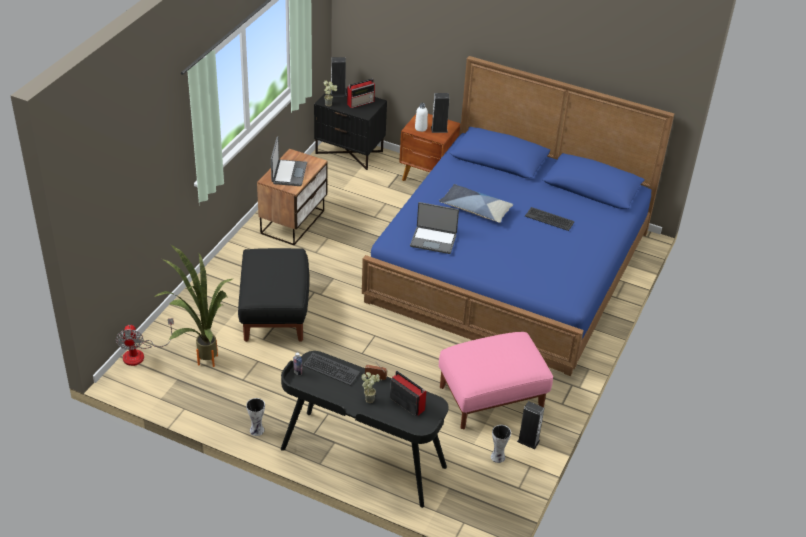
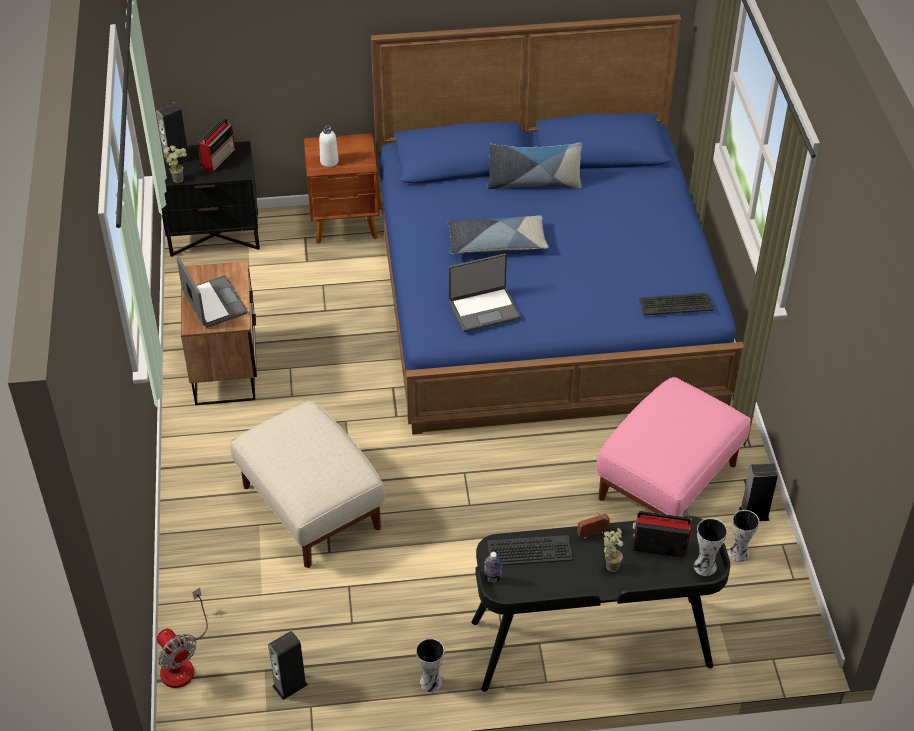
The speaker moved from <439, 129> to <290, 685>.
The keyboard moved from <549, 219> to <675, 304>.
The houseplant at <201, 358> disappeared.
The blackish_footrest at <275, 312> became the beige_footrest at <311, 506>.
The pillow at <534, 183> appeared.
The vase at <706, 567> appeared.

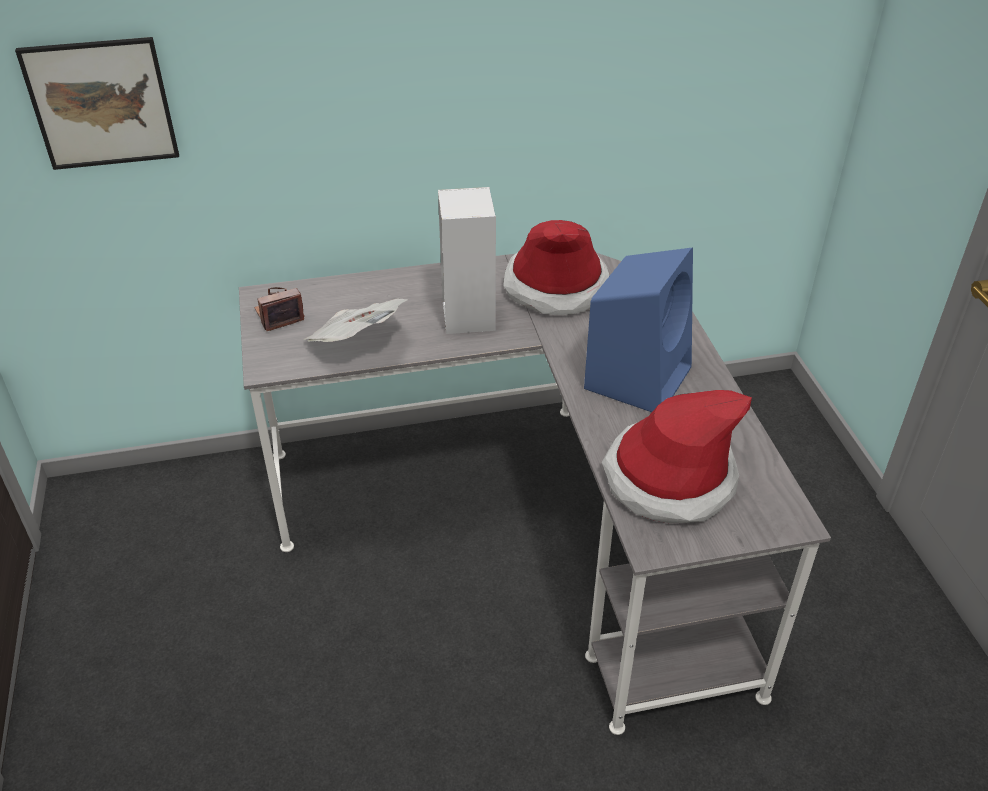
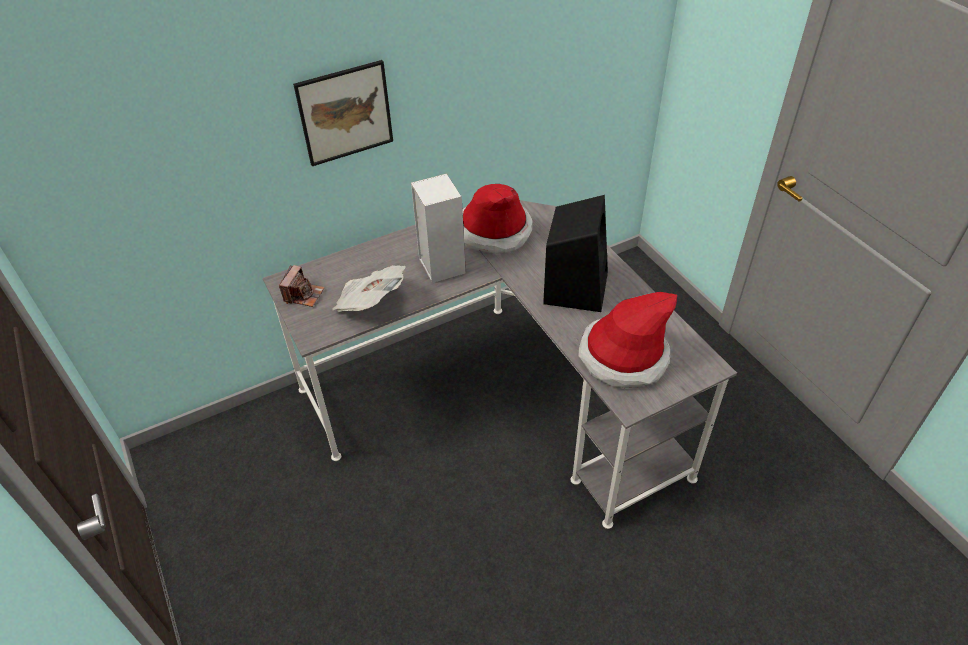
The wall_art moved from <101, 103> to <345, 113>.
The blue-coloured_speaker at <638, 376> became the blackish_speaker at <575, 286>.
The photo_camera at <279, 316> turned 150 degrees clockwise.

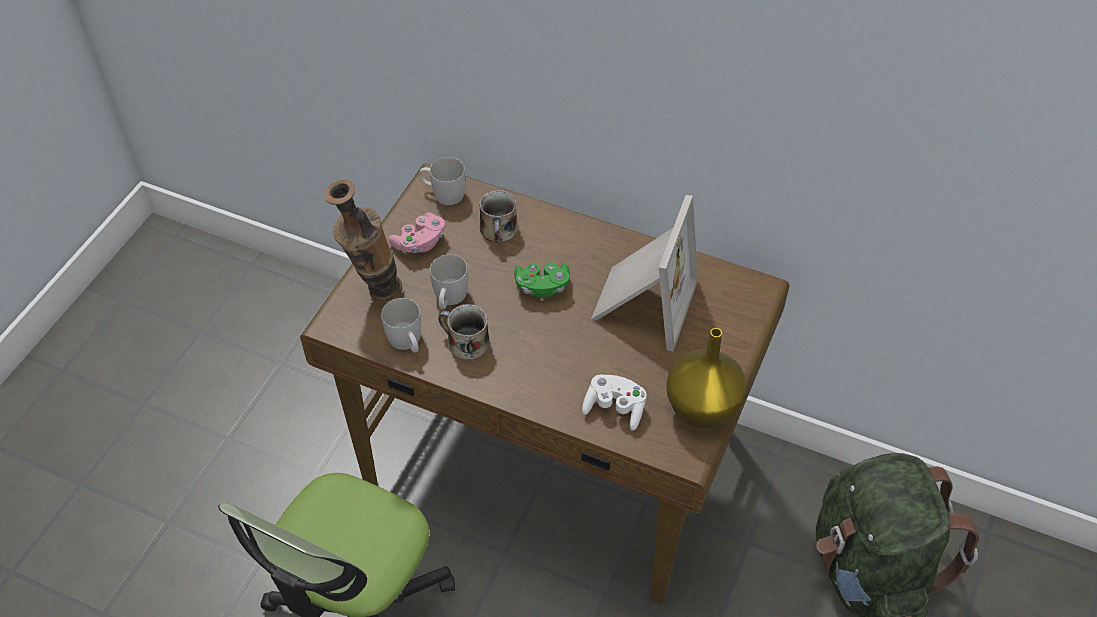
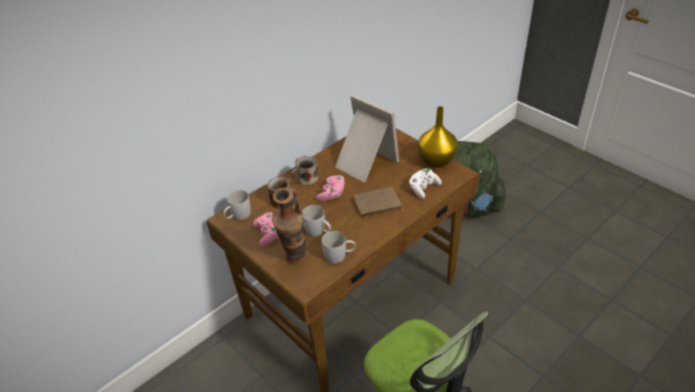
The green_joypad at <542, 287> became the pink-coloured_joypad at <332, 194>.
The mug moved from <466, 343> to <306, 179>.
The brown-coloured_volume at <377, 205> appeared.

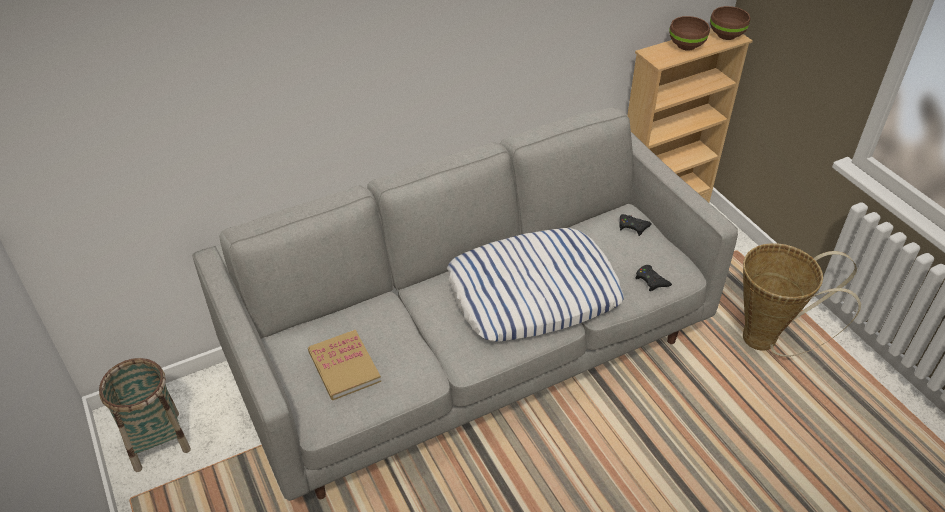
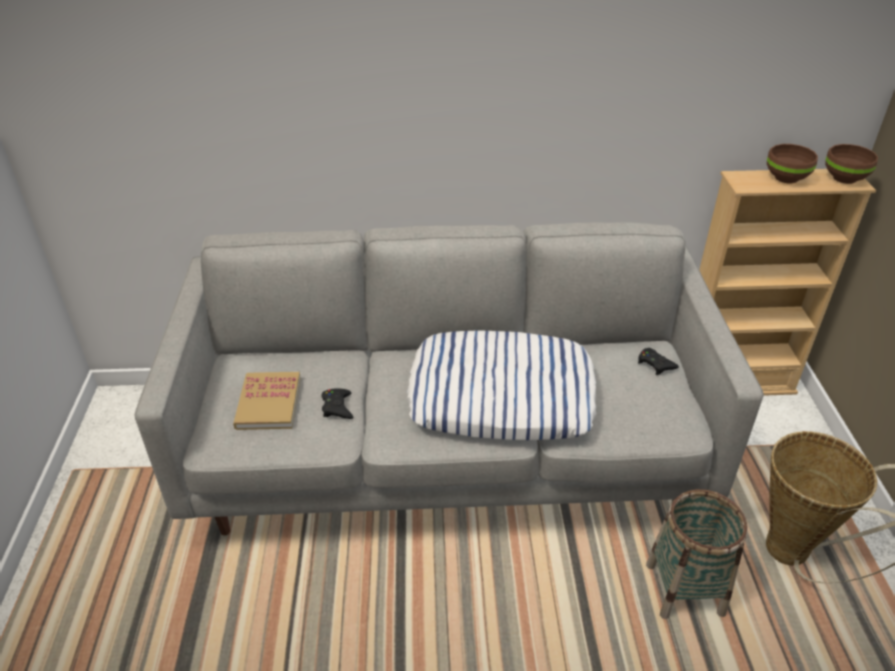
The blackish_joypad moved from <651, 280> to <337, 407>.
The storage_basket moved from <157, 441> to <684, 589>.

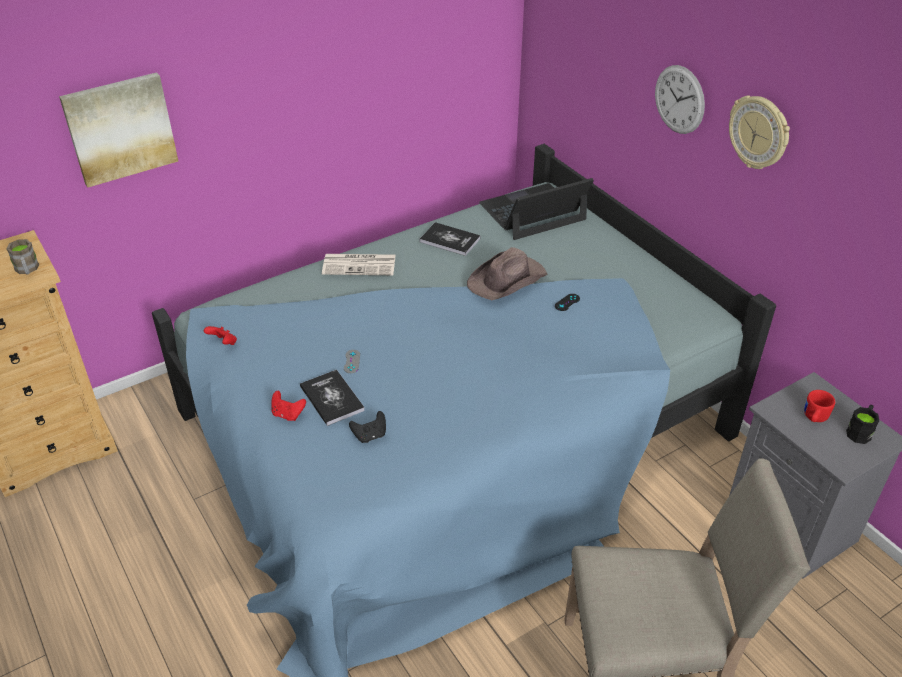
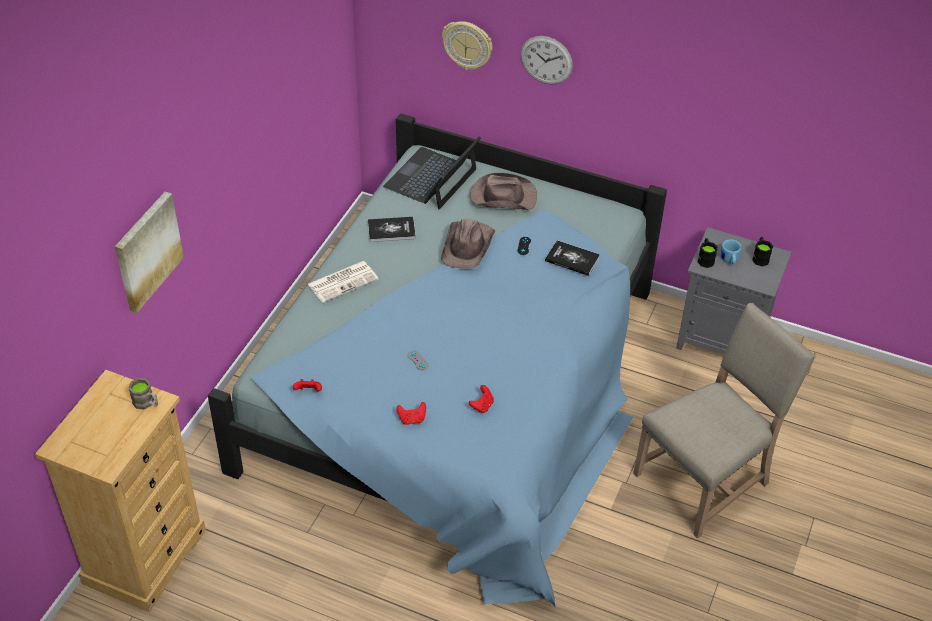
The wall_clock moved from <759, 133> to <467, 45>.
The volume moved from <332, 398> to <572, 259>.
The red-coloured_mug at <813, 418> became the blue-coloured_mug at <729, 260>.
The blackish_joypad at <370, 436> became the red-coloured_joypad at <482, 406>.
The brown-coloured_wearable_hat at <502, 196> appeared.
The blackish_mug at <705, 259> appeared.

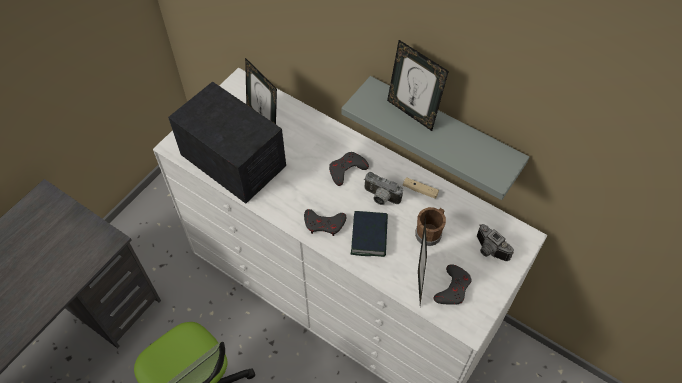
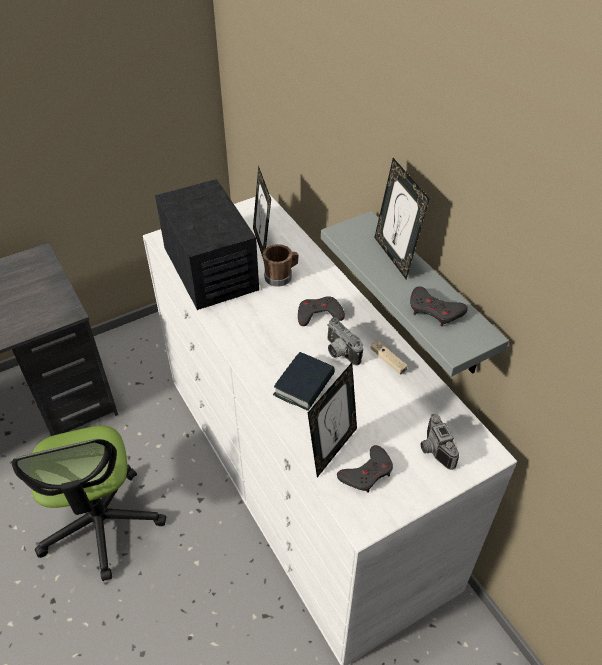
The brown-coloured_mug moved from <430, 232> to <281, 276>.
The greyish_joypad moved from <324, 224> to <435, 310>.

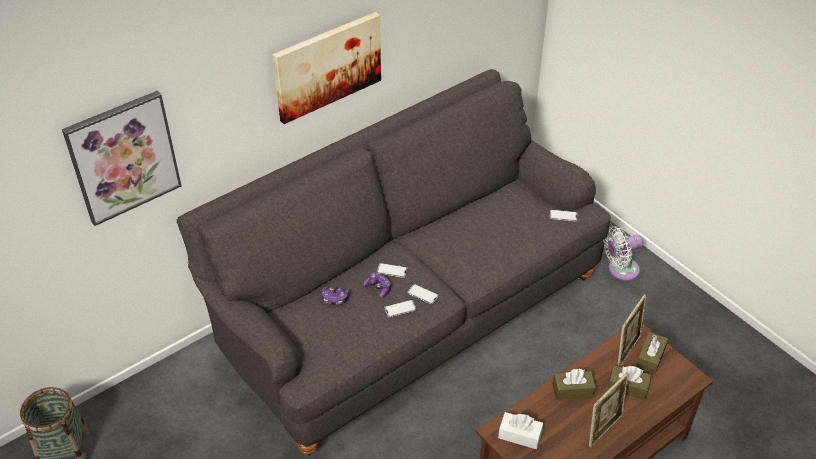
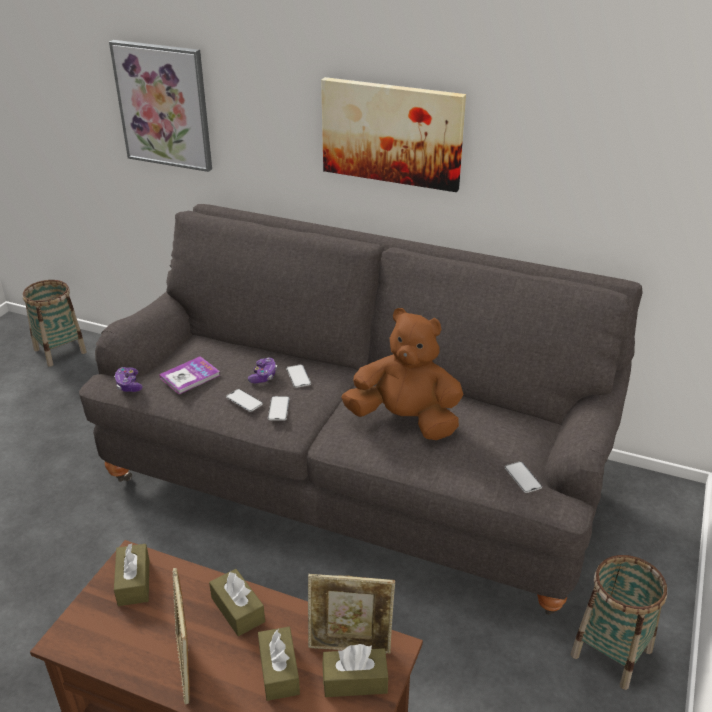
The whitish_electric_fan at <620, 270> was replaced by the storage_basket at <611, 653>.
The joypad moved from <335, 298> to <129, 385>.
The standing_frame at <604, 429> turned 60 degrees clockwise.
The whitish_box_of_tissues at <520, 435> became the brown-coloured_box_of_tissues at <134, 582>.
The brown-coloured_plush_toy at <405, 420> appeared.
The volume at <190, 376> appeared.

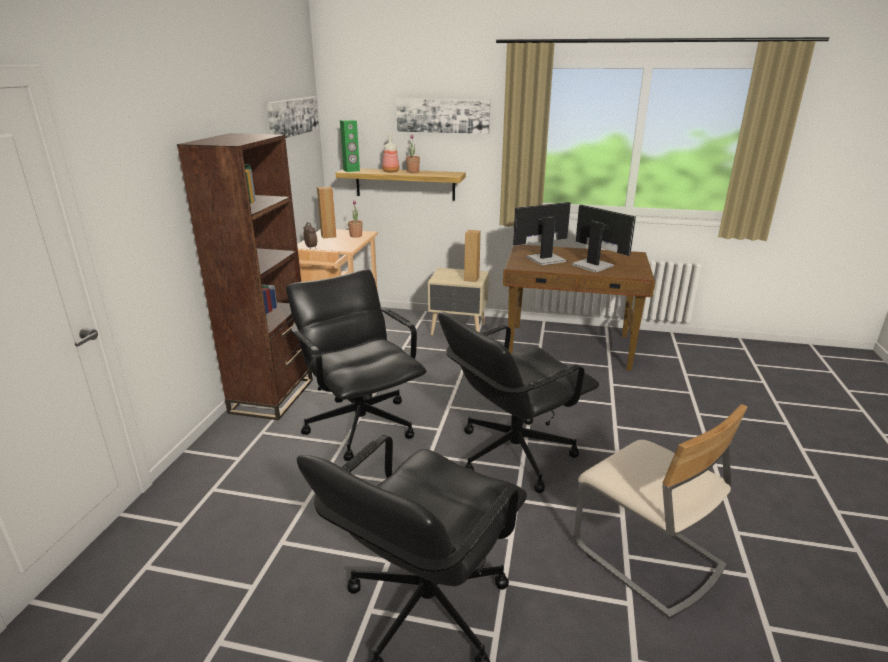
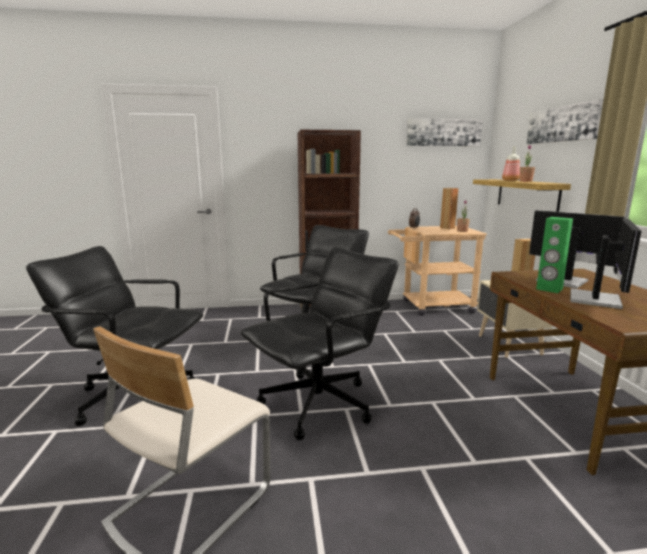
The green_speaker moved from <351, 170> to <549, 289>.
The blackish_office_chair at <512, 454> turned 105 degrees clockwise.

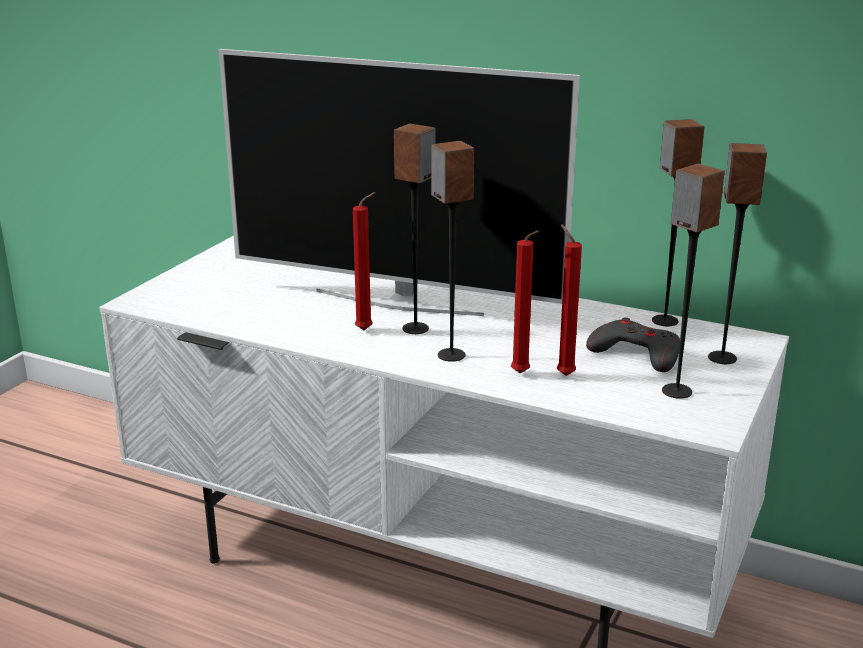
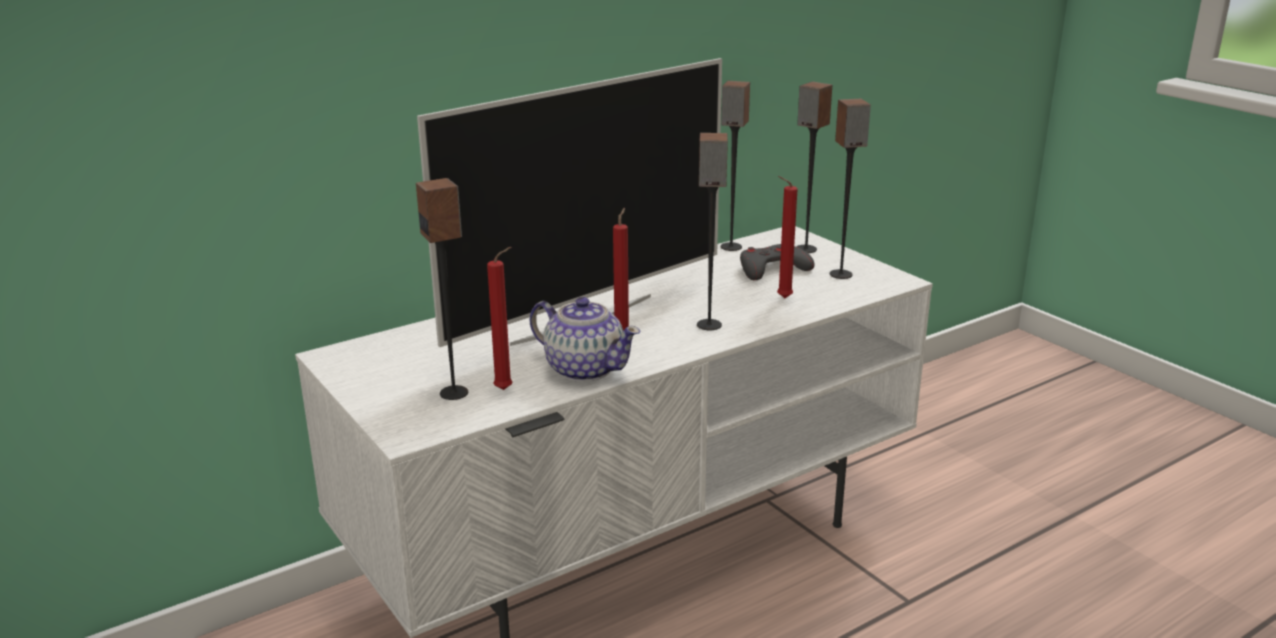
The speaker moved from <416, 329> to <454, 393>.
The red-coloured_wax_candle moved from <522, 374> to <506, 389>.
The tea_pot at <584, 369> appeared.

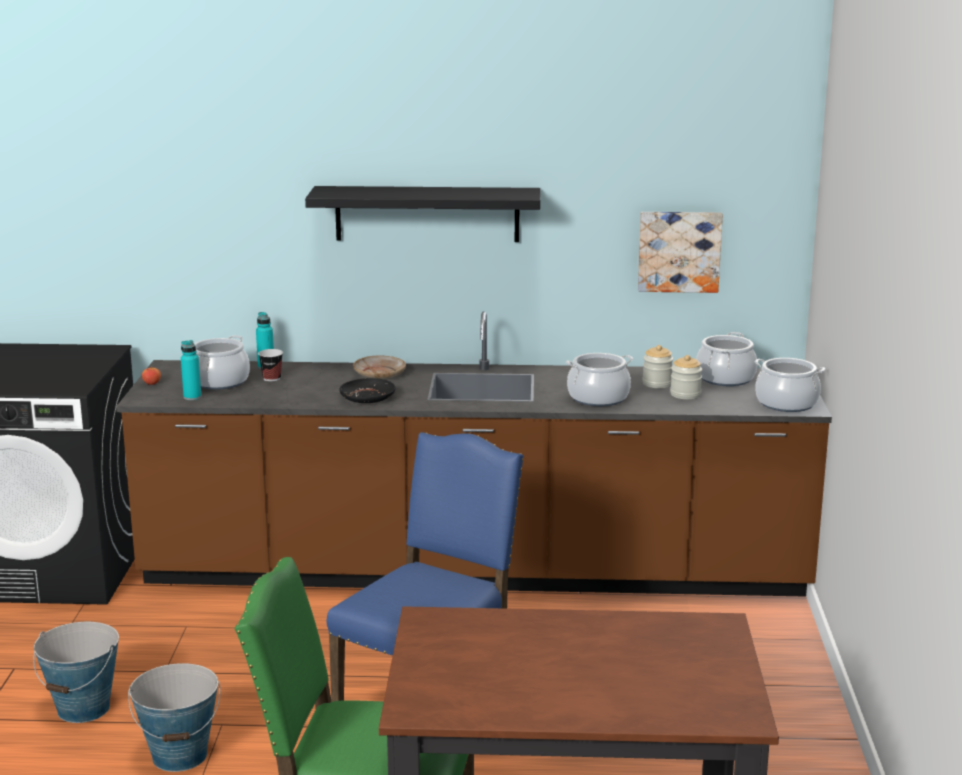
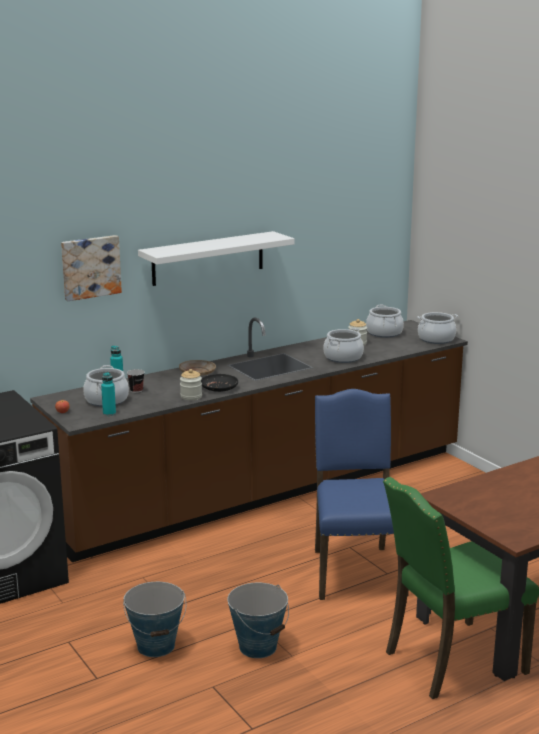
The blackish_shelf at <427, 213> became the whitish_shelf at <208, 258>.
The wall_art moved from <679, 251> to <90, 267>.
The storage_jar moved from <685, 394> to <191, 396>.

